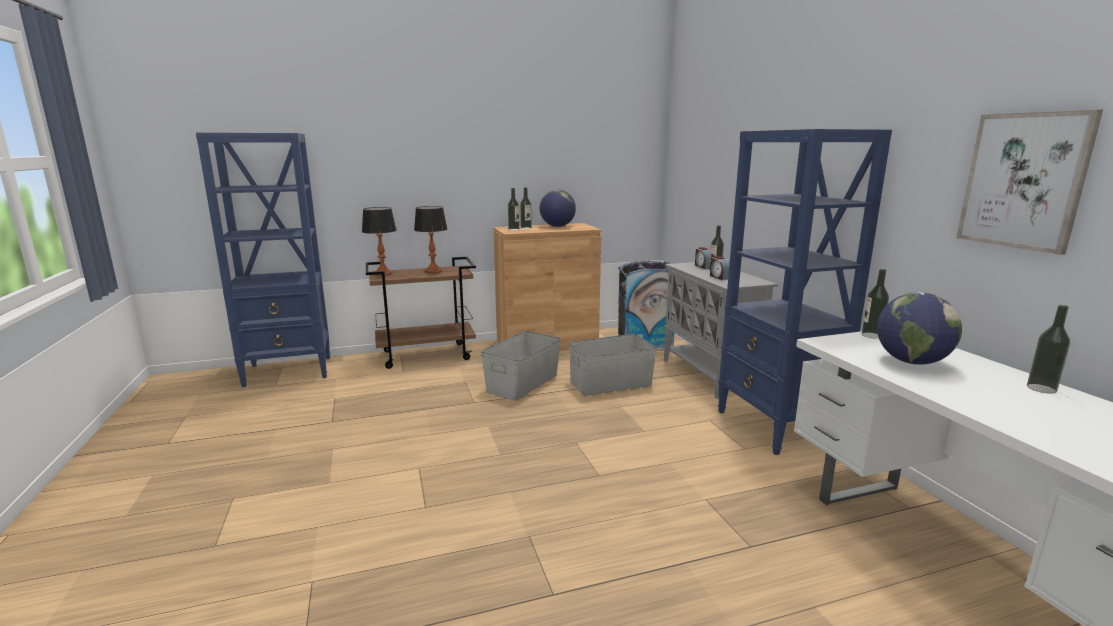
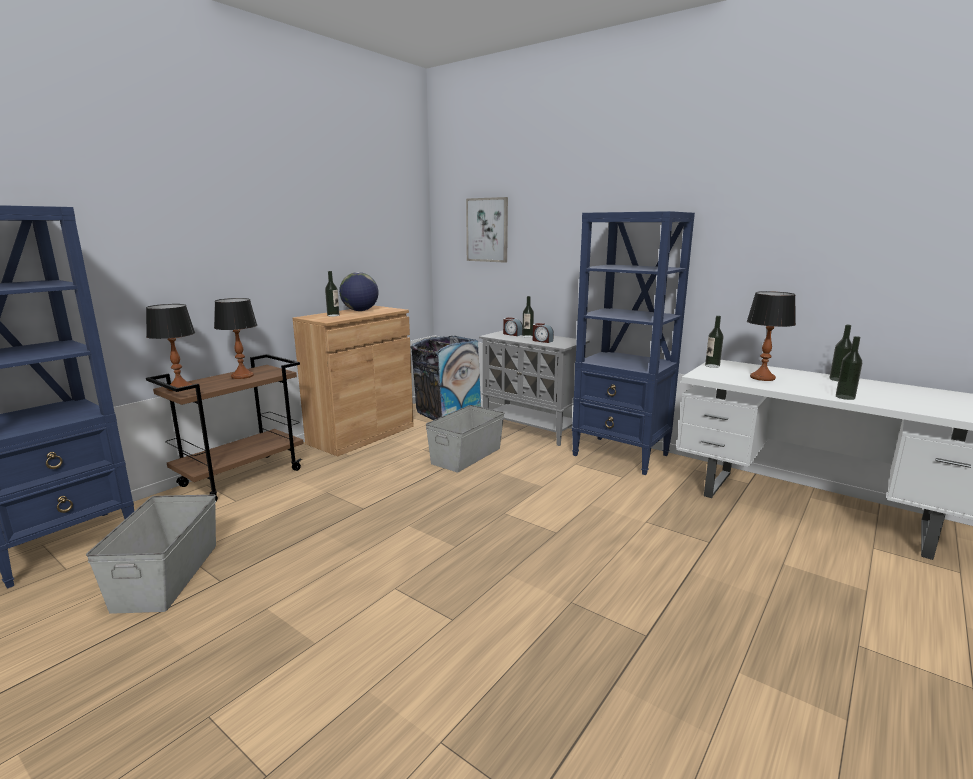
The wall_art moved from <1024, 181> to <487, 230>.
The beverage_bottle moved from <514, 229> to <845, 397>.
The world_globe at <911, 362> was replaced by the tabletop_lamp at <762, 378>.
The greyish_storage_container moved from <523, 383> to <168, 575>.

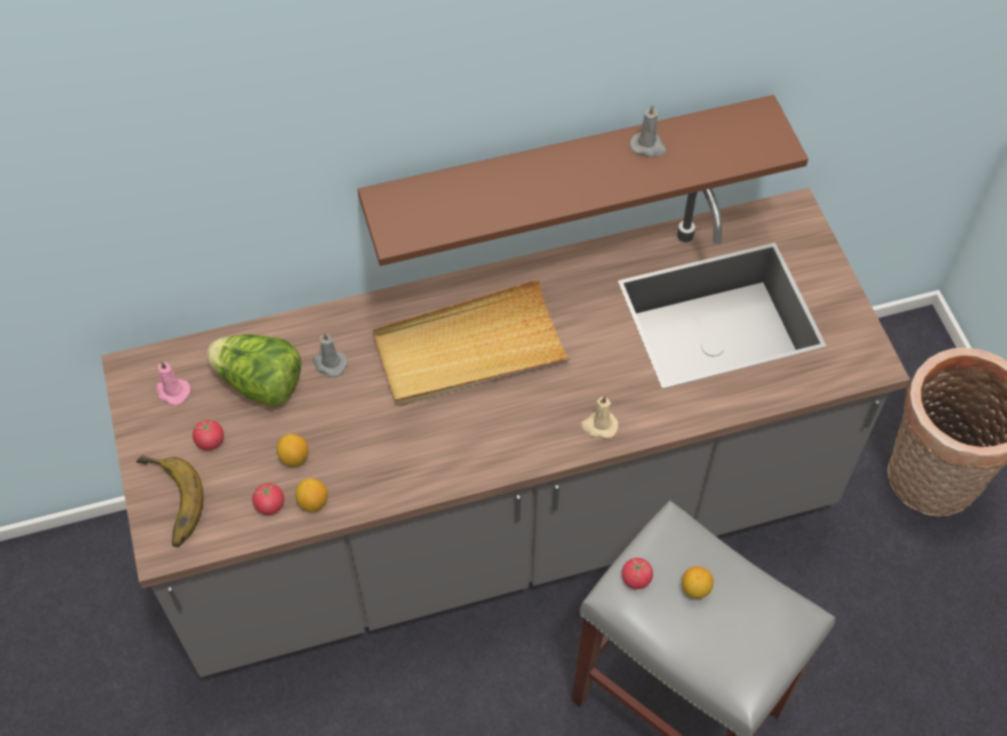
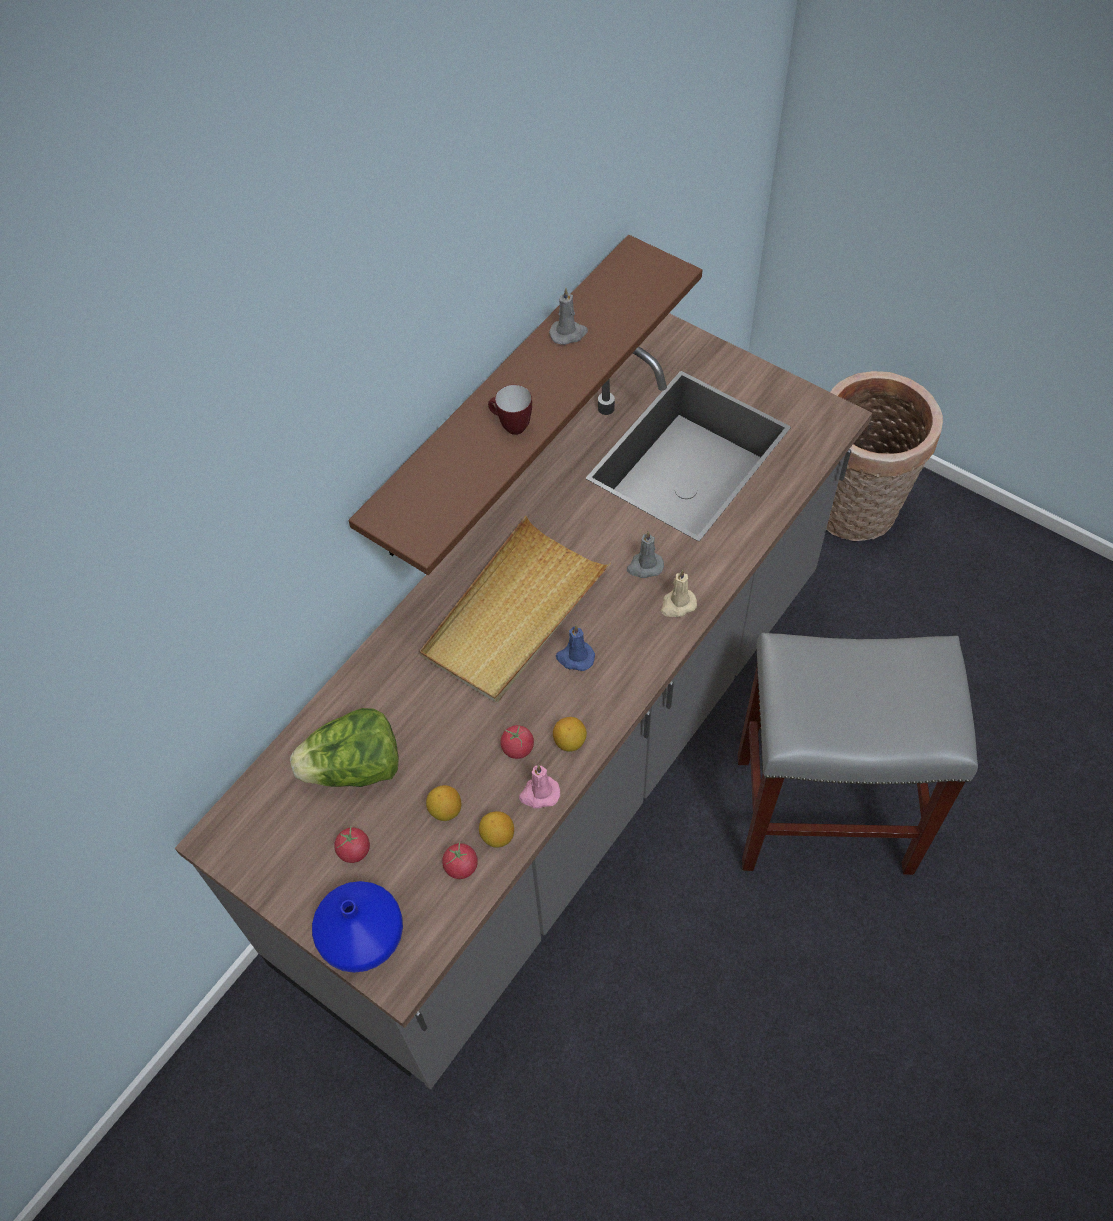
The greyish_wax_candle moved from <329, 364> to <644, 566>.
The pink-coloured_wax_candle moved from <172, 392> to <539, 794>.
The banana_fruit at <166, 503> was replaced by the blue-coloured_vase at <363, 935>.
The whole_tomato moved from <636, 578> to <517, 748>.
The lemon moved from <695, 589> to <570, 742>.
The mug at <510, 426> appeared.
The blue-coloured_wax_candle at <575, 657> appeared.

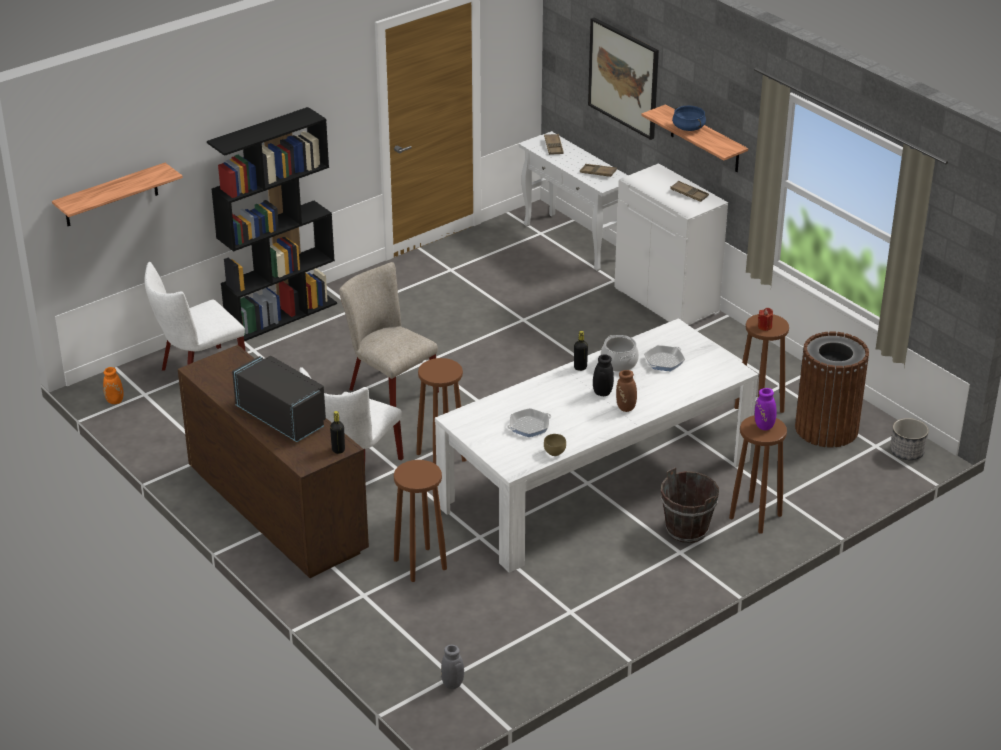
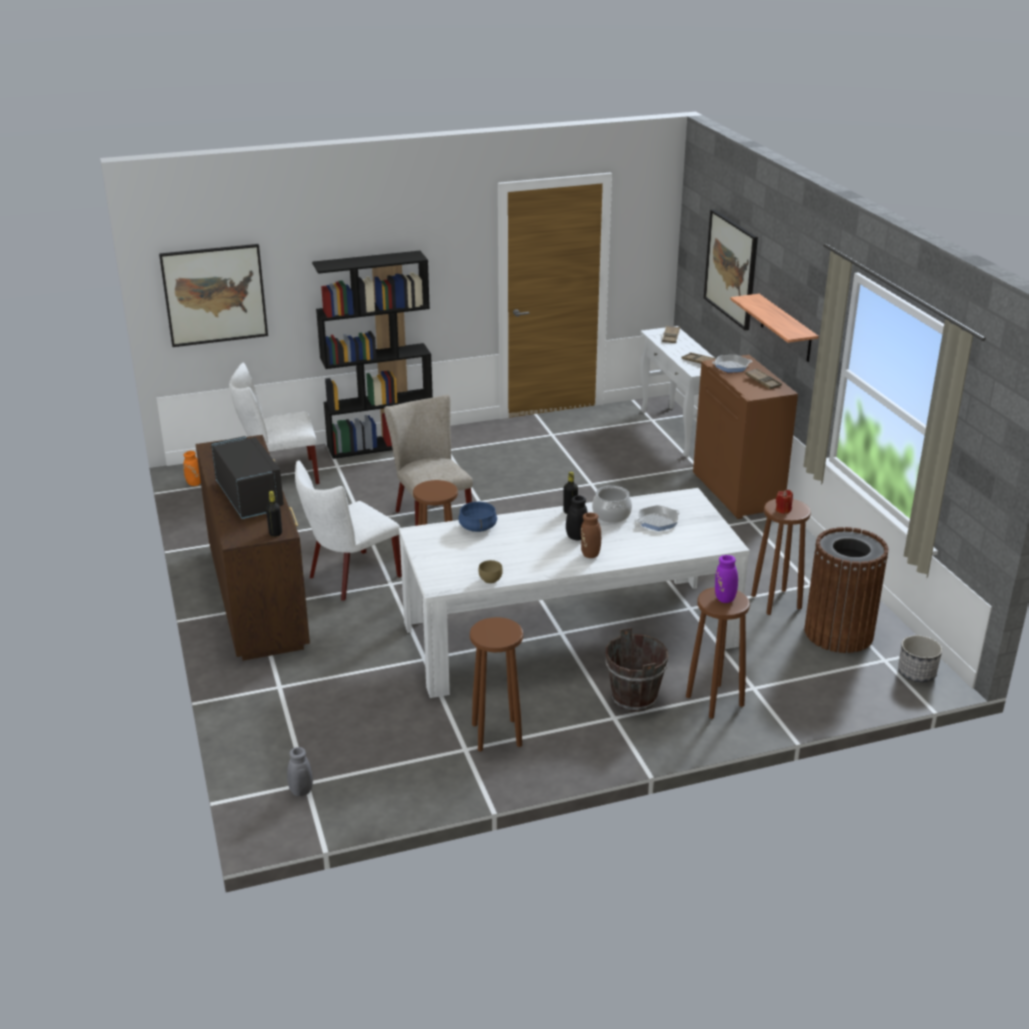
The blue-coloured_stockpot moved from <688, 127> to <477, 527>.
The shelf at <111, 195> was replaced by the wall_art at <214, 295>.
The whitish_storage_cabinet at <667, 301> became the brown-coloured_storage_cabinet at <738, 492>.
The frying_pan moved from <529, 426> to <731, 366>.
The brown-coloured_sitting_stool moved from <420, 564> to <496, 734>.

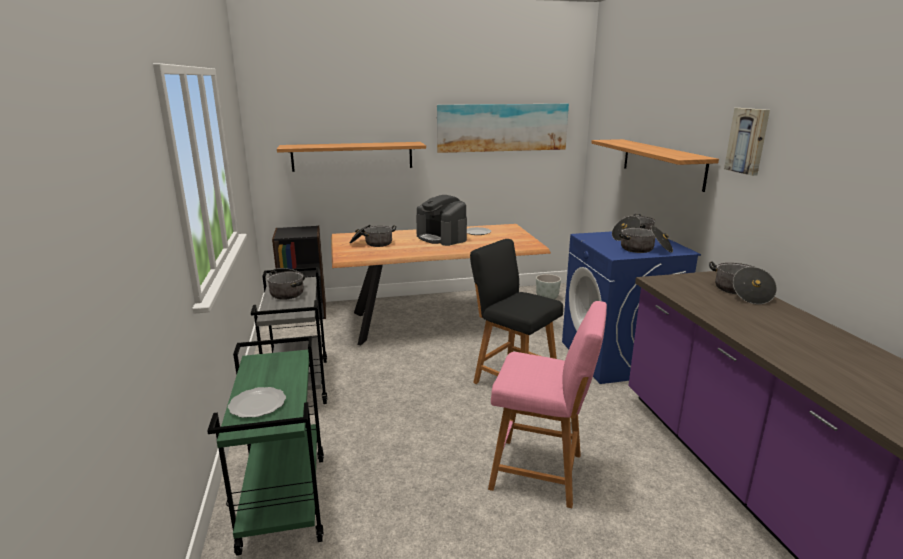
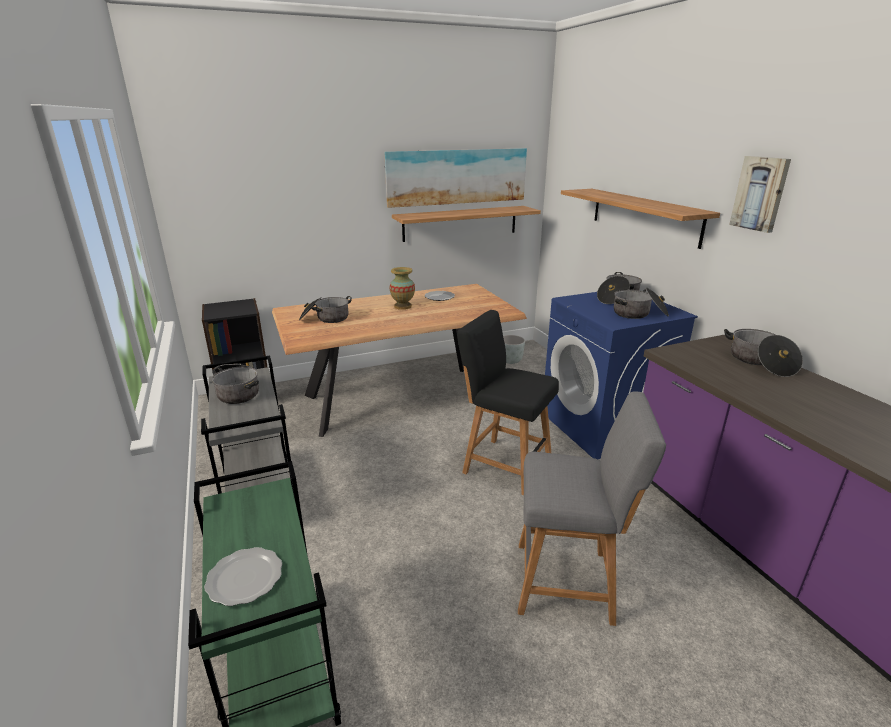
The shelf moved from <352, 156> to <460, 223>.
The coffee_brewer at <442, 238> was replaced by the vase at <403, 306>.
The pink-coloured_sitting_stool at <542, 472> became the greyish_sitting_stool at <570, 582>.

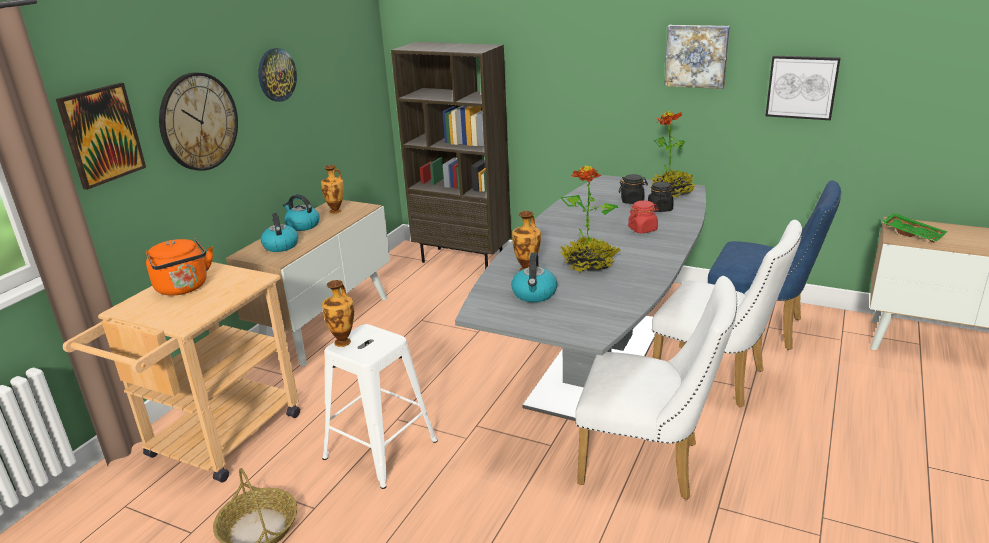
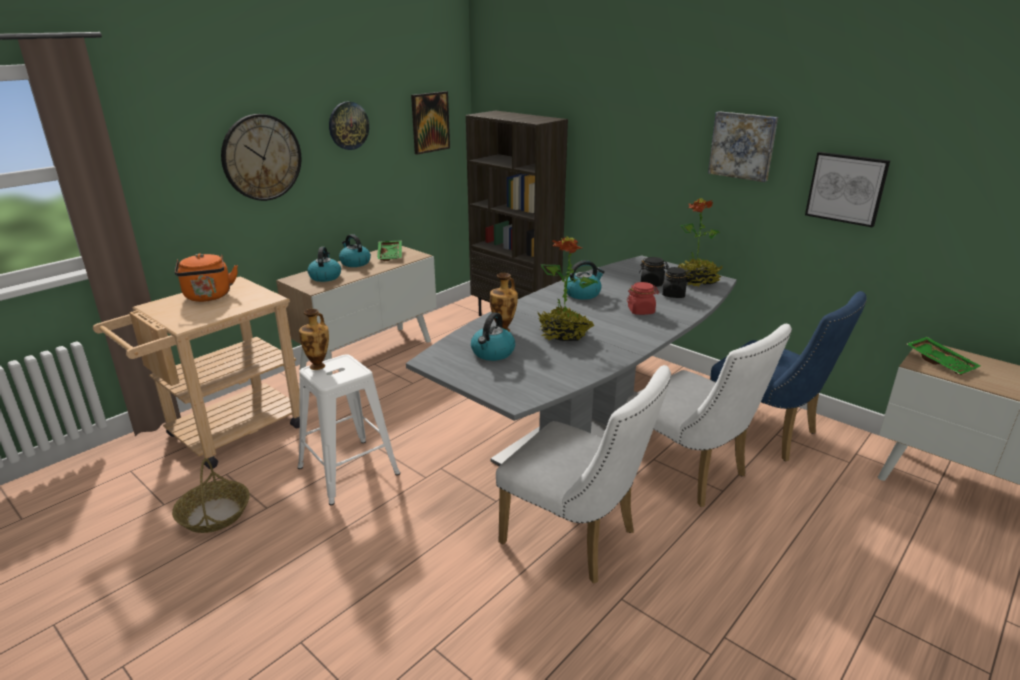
The wall_art moved from <101, 135> to <430, 122>.
The vase at <336, 211> was replaced by the green_tray at <391, 255>.
The kettle at <583, 294> appeared.

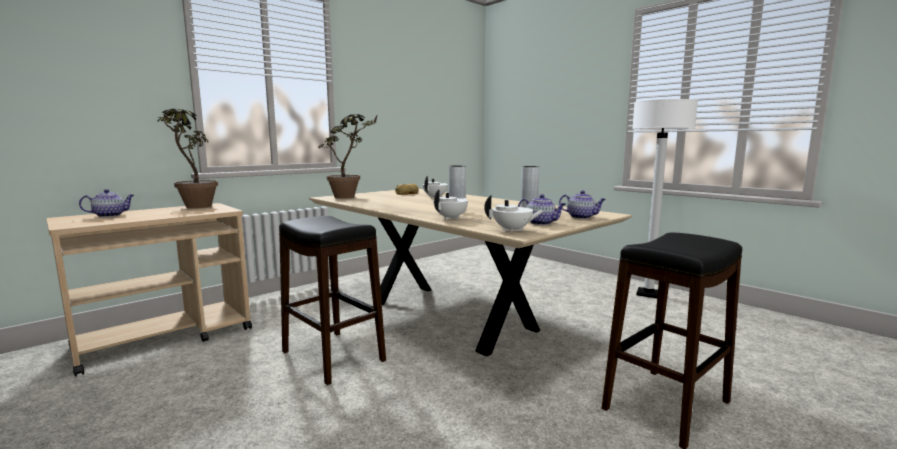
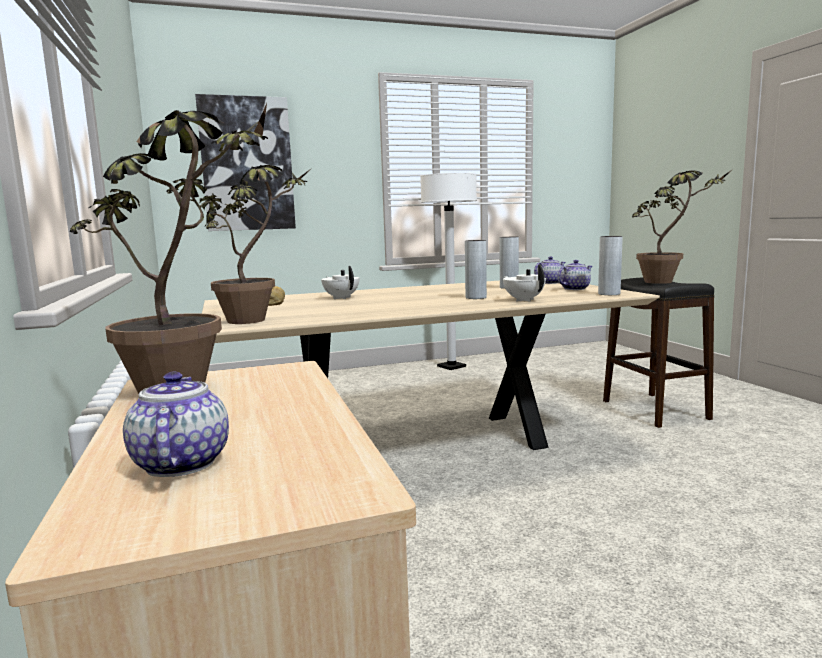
The whitish_tea_pot at <512, 230> was replaced by the greyish_vase at <609, 294>.
The blackish_sitting_stool at <332, 356> disappeared.
The wall_art at <247, 164> appeared.
The houseplant at <669, 282> appeared.

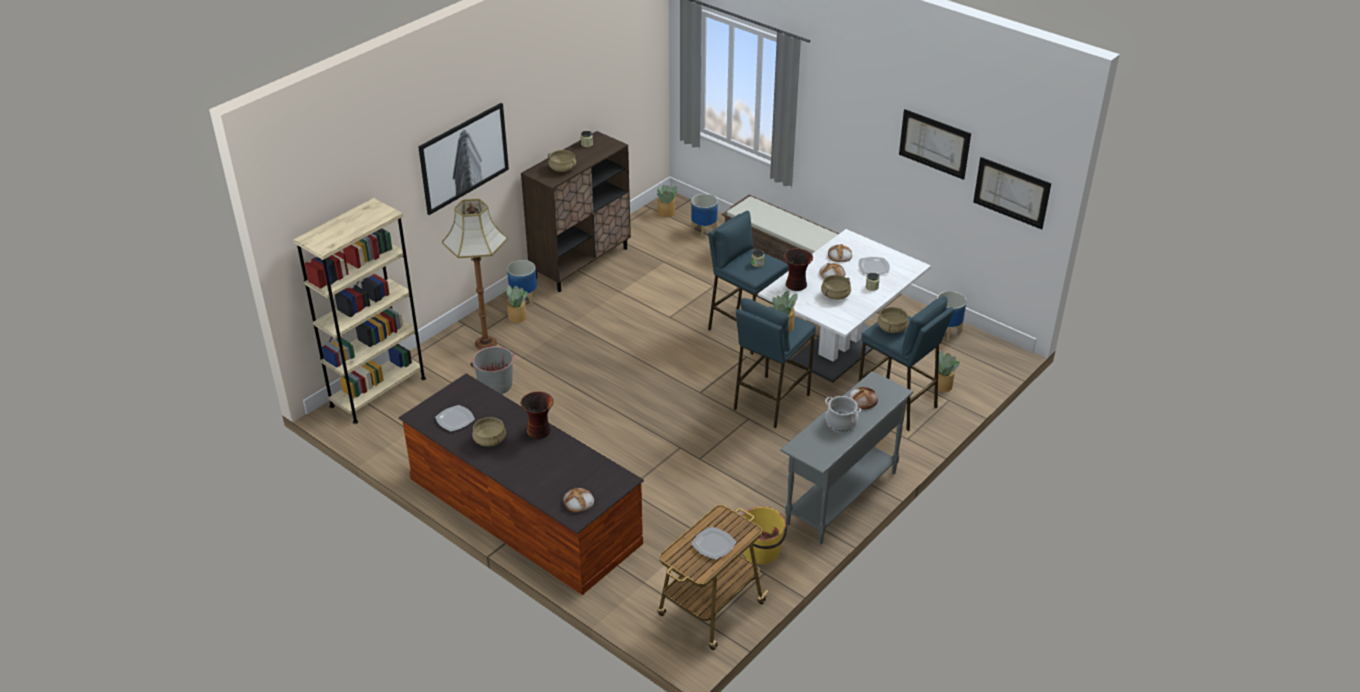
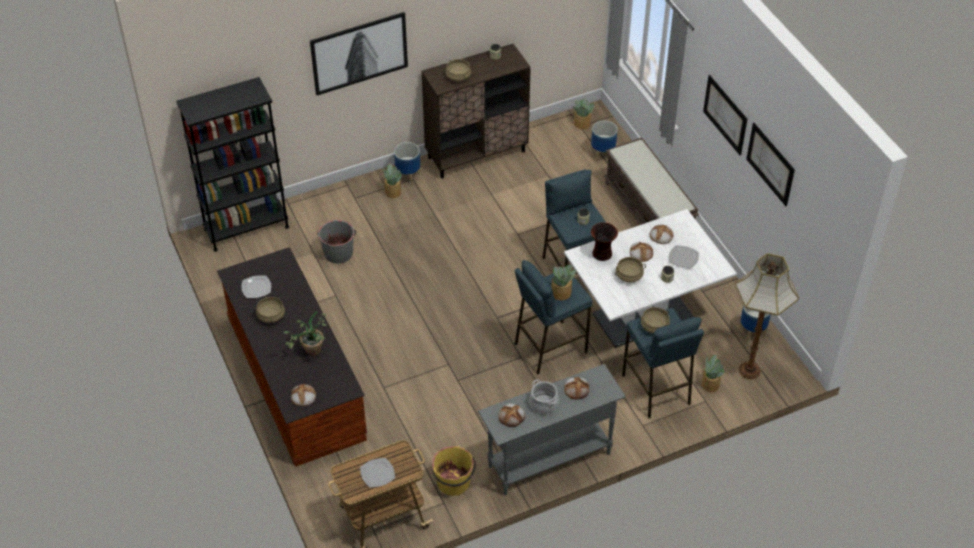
The wall_art moved from <1011, 192> to <725, 114>.
The beige_bookcase at <378, 392> became the blackish_bookcase at <246, 228>.
The standing_lamp moved from <487, 344> to <750, 371>.
The vase at <540, 431> disappeared.
The houseplant at <310, 353> appeared.
The baked_bread at <512, 416> appeared.

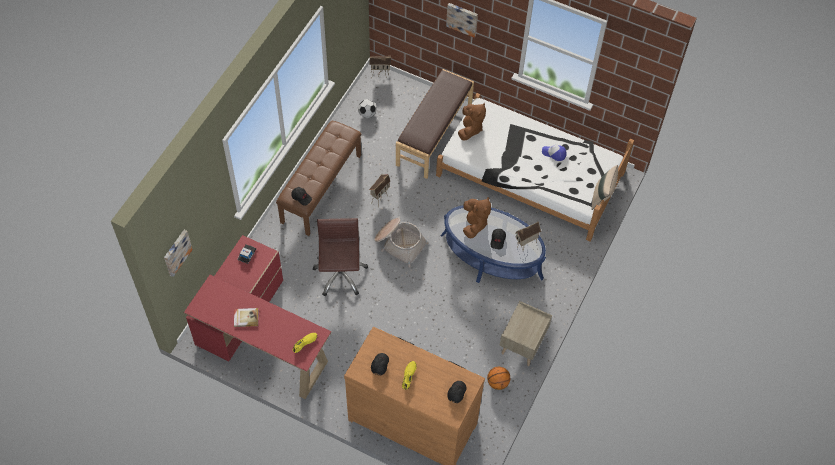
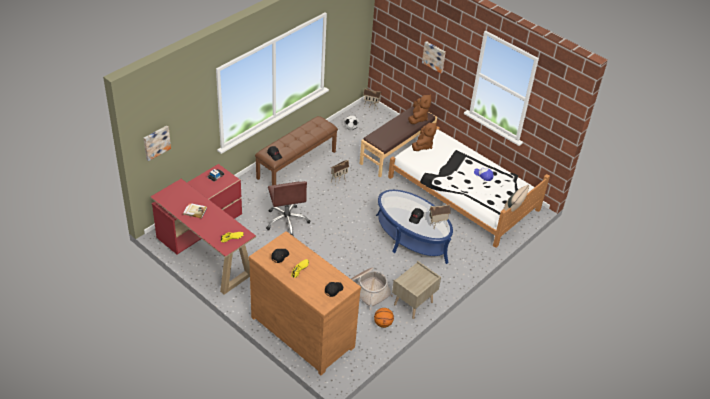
The brown-coloured_plush_toy moved from <474, 224> to <418, 118>.
The brown-coloured_office_chair at <340, 275> turned 150 degrees clockwise.
The storage_basket moved from <399, 244> to <368, 290>.

